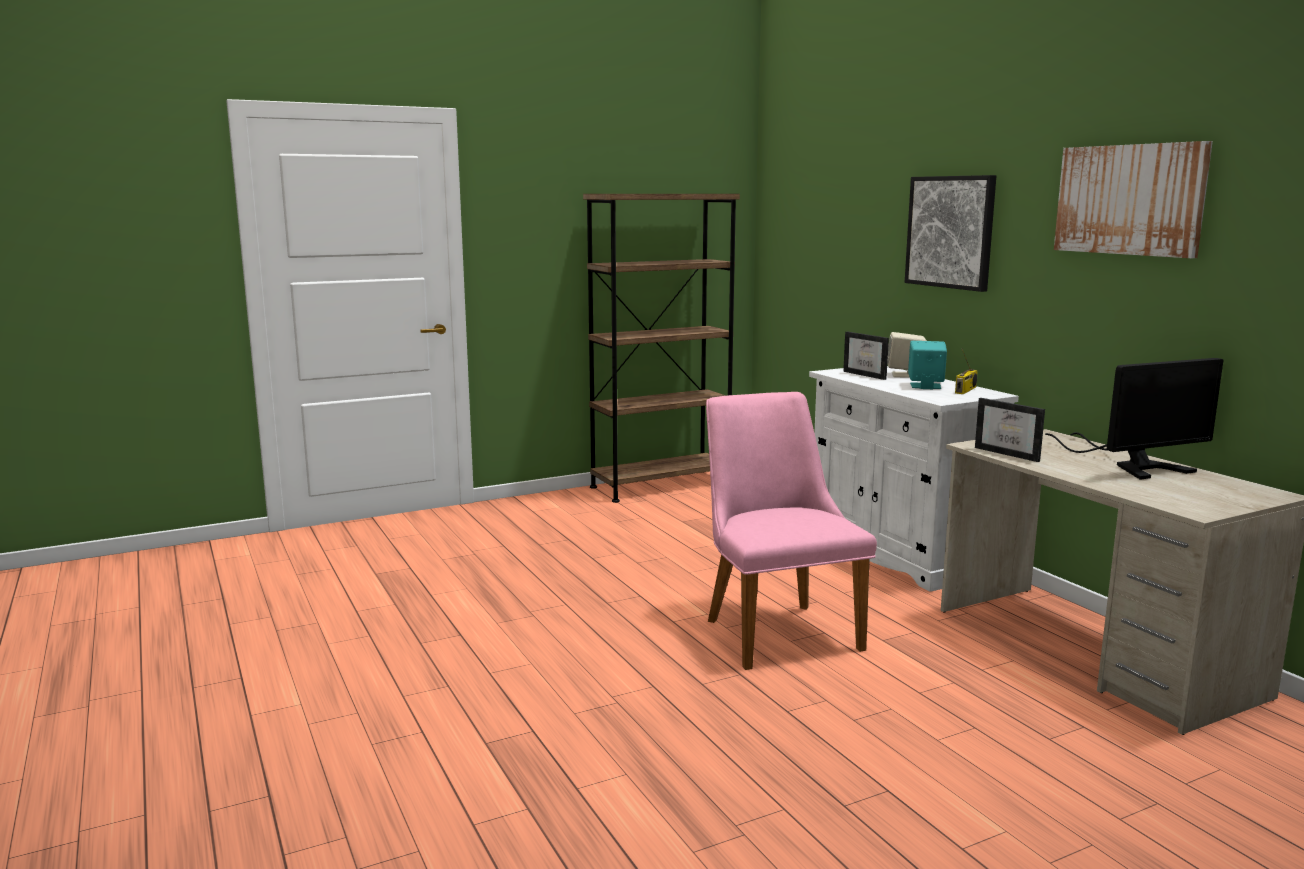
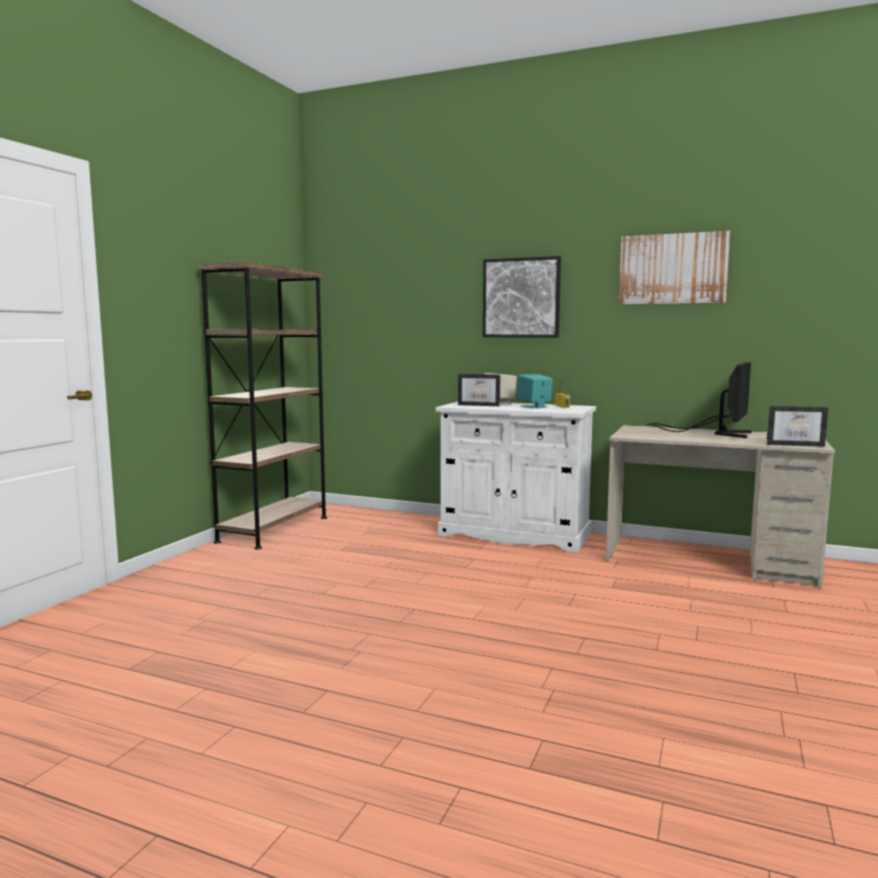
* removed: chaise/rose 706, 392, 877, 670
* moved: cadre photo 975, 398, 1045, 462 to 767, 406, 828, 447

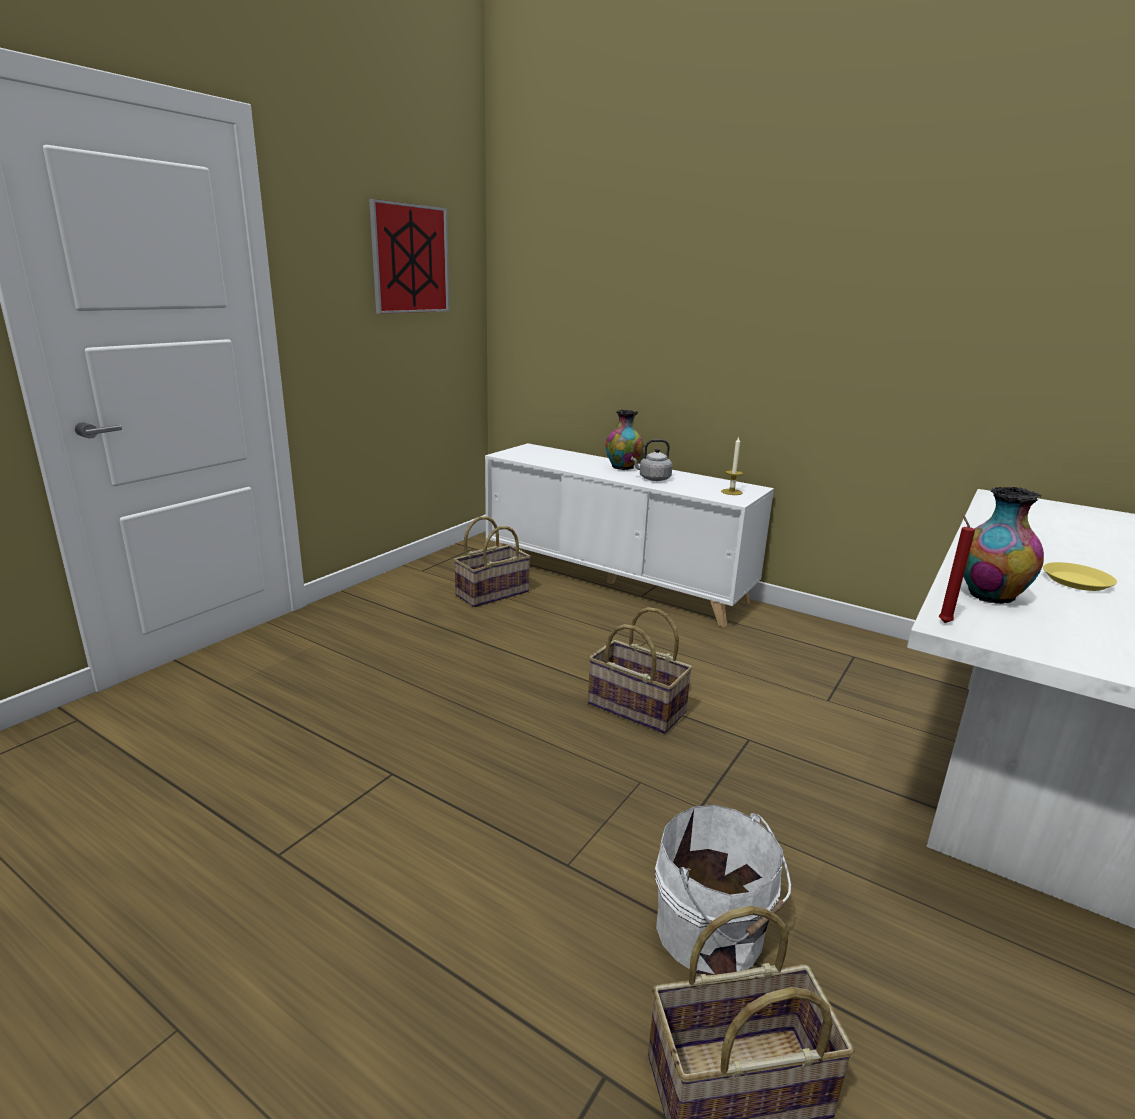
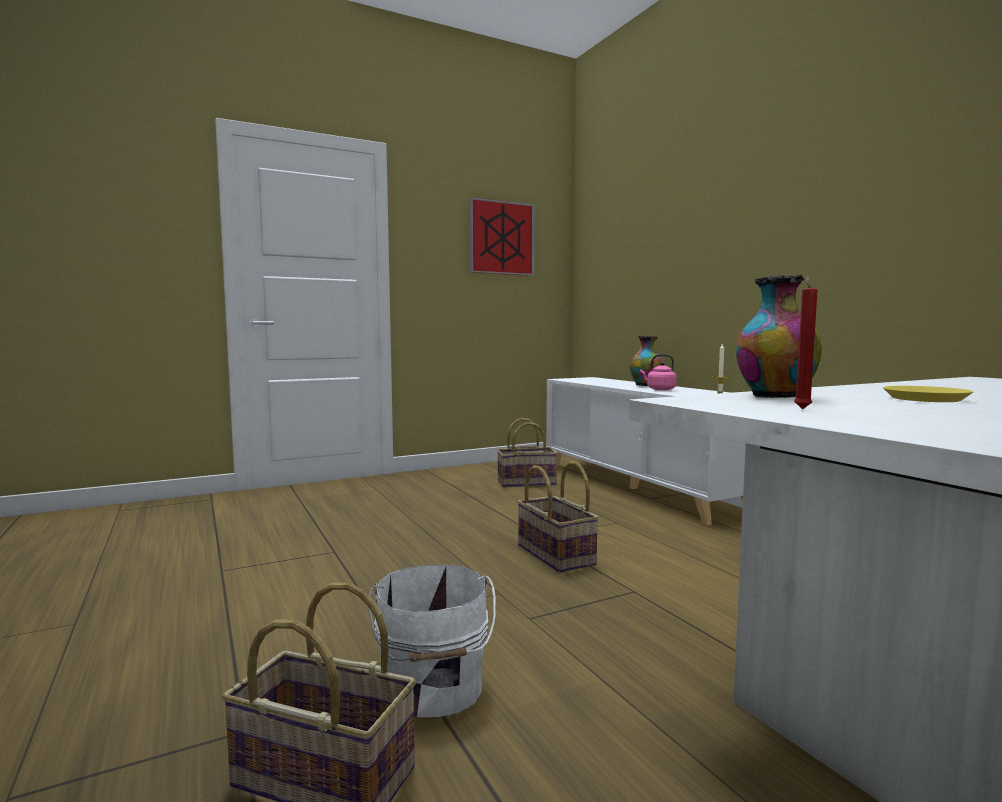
* moved: bougie/rouge 939, 514, 975, 623 to 794, 277, 818, 409
* recoloured: bouilloire/gris 631, 439, 673, 481 to bouilloire/rose 640, 354, 677, 390

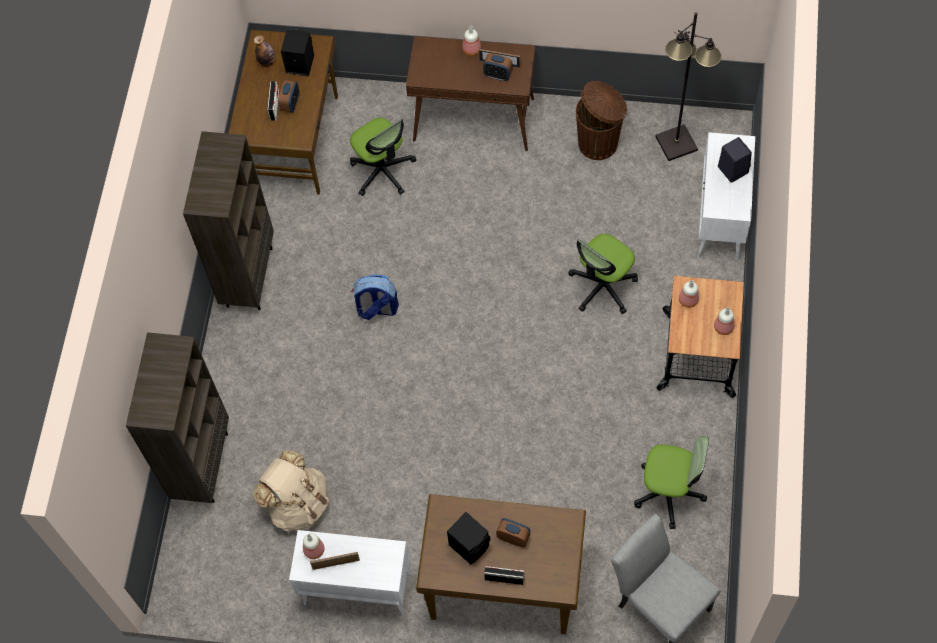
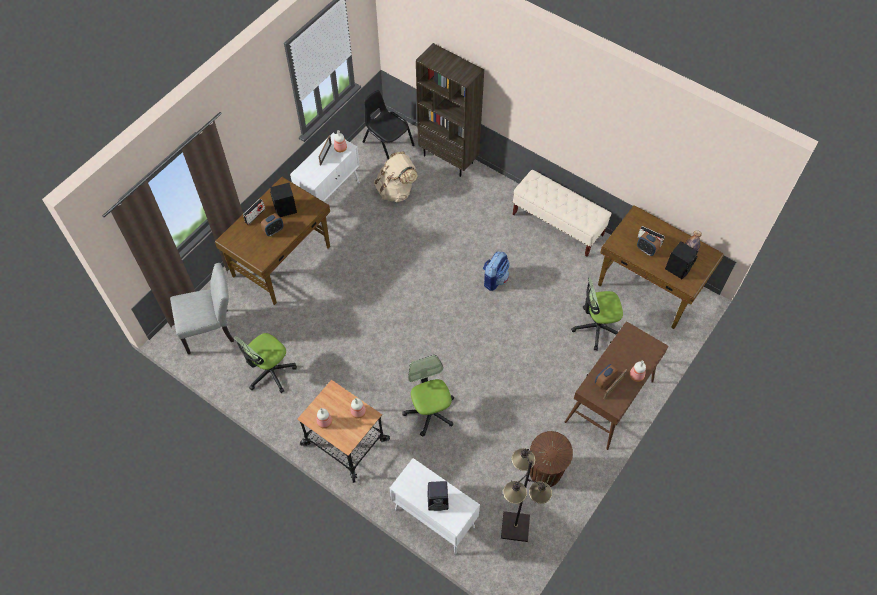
* added: chaise/noir 363, 90, 415, 160
* replaced: bibliothèque/marron 183, 131, 274, 310 to banc/beige 513, 170, 611, 257

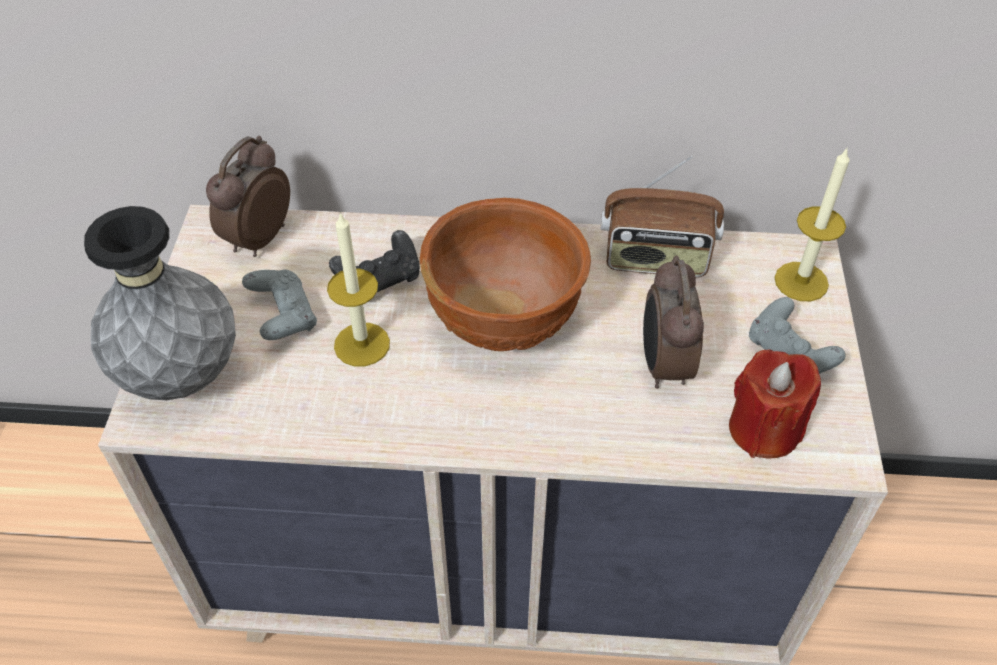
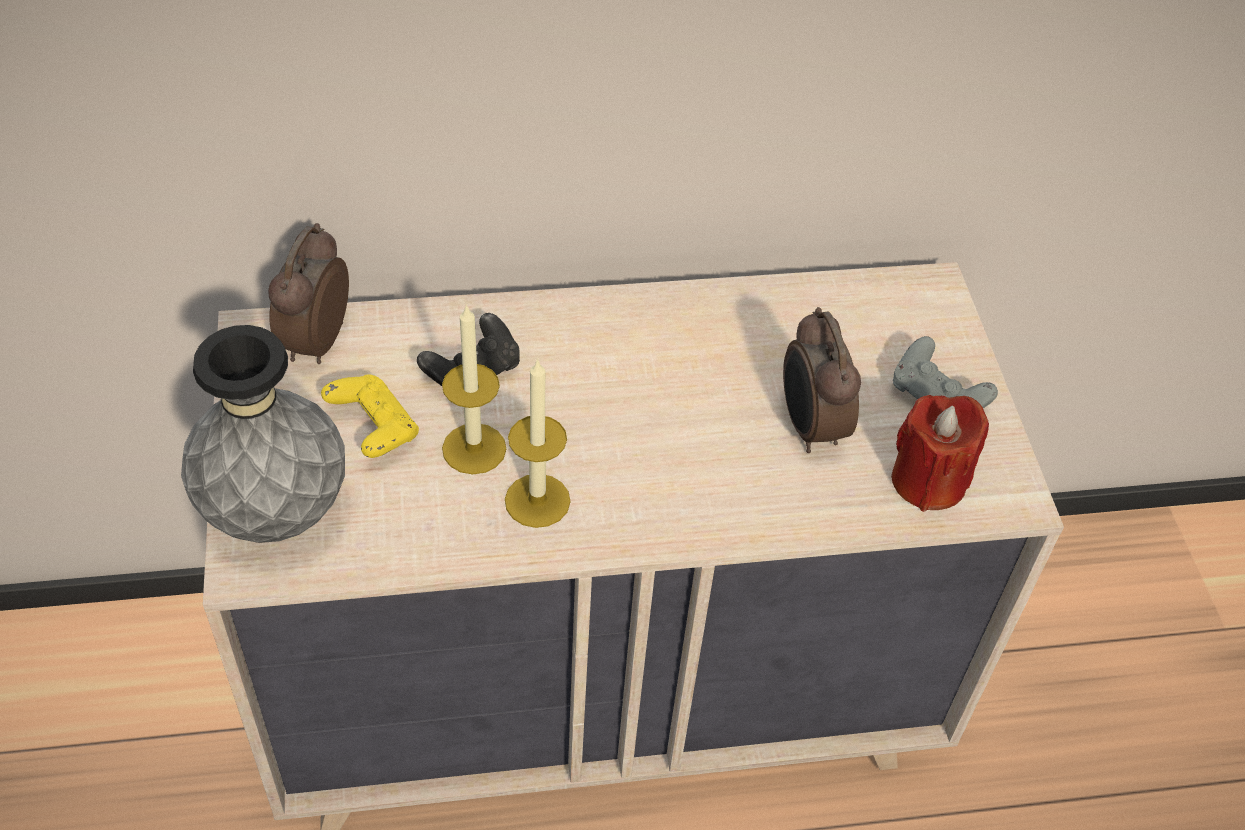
* removed: bol/marron 420, 198, 591, 351
* removed: radio 601, 156, 724, 277
* moved: bougie 775, 147, 850, 301 to 505, 358, 571, 528
* recoloured: manette/gris 242, 269, 317, 340 to manette/jaune 321, 374, 419, 458

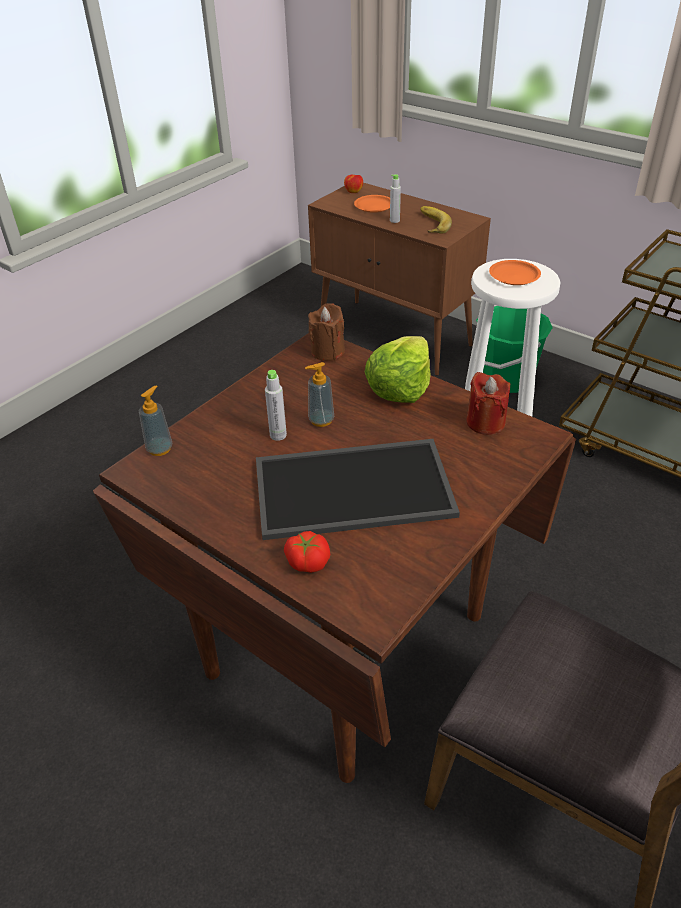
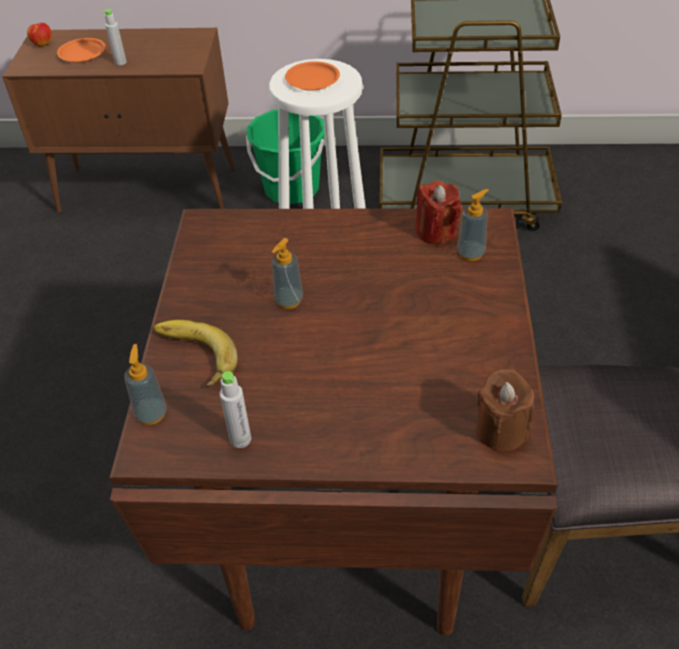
* removed: plateau 256, 439, 460, 540
* removed: tomate 284, 531, 330, 573
* removed: laitue 365, 336, 431, 403
* added: distributeur de savon 457, 189, 489, 261
* moved: bouteille/gris 265, 370, 287, 441 to 220, 371, 251, 448
* moved: bougie/marron 308, 303, 345, 361 to 476, 369, 534, 451
* moved: banane 420, 206, 452, 234 to 154, 320, 238, 388

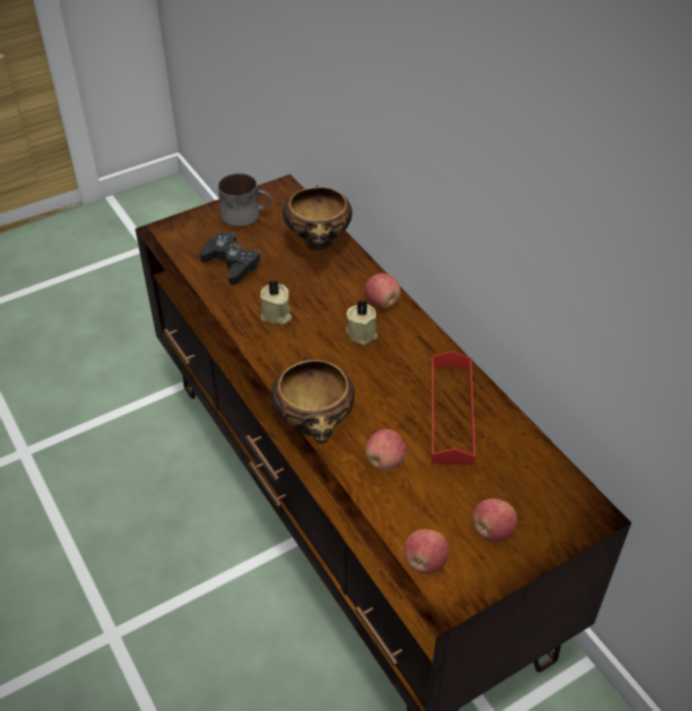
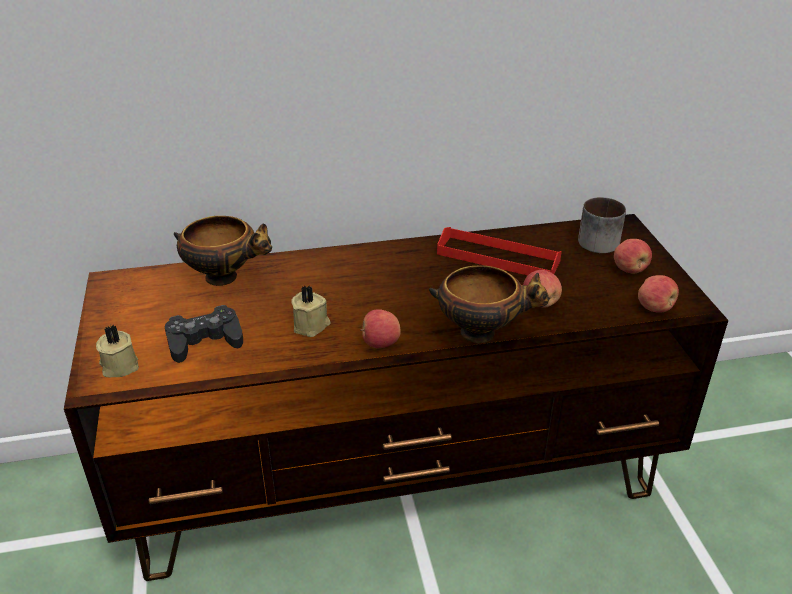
* moved: mug 218, 173, 271, 227 to 578, 197, 626, 253
* moved: bougie/beige 346, 300, 378, 345 to 96, 325, 139, 378
* moved: pomme 365, 273, 400, 308 to 360, 309, 401, 348

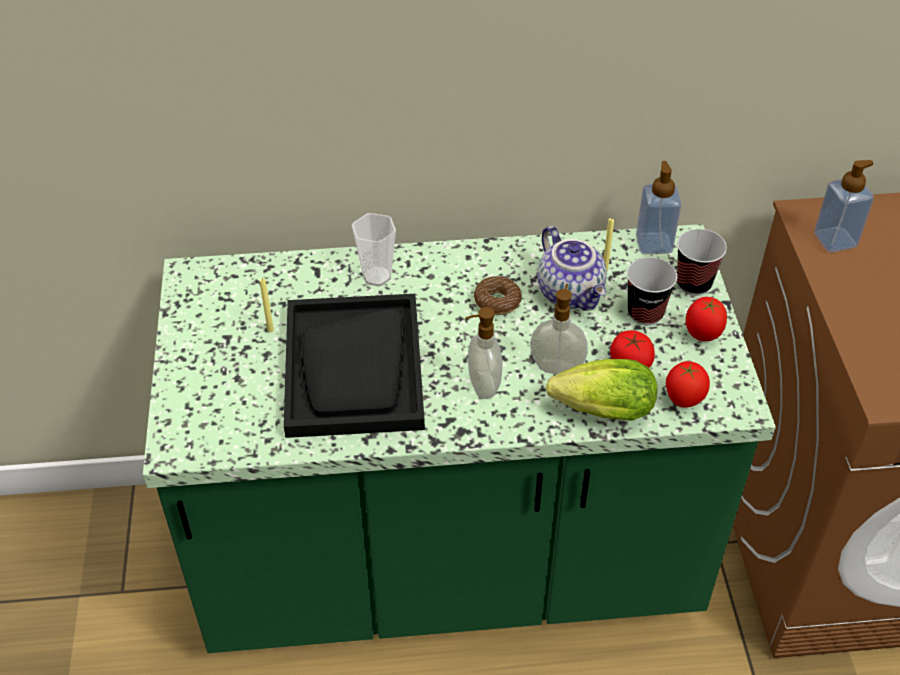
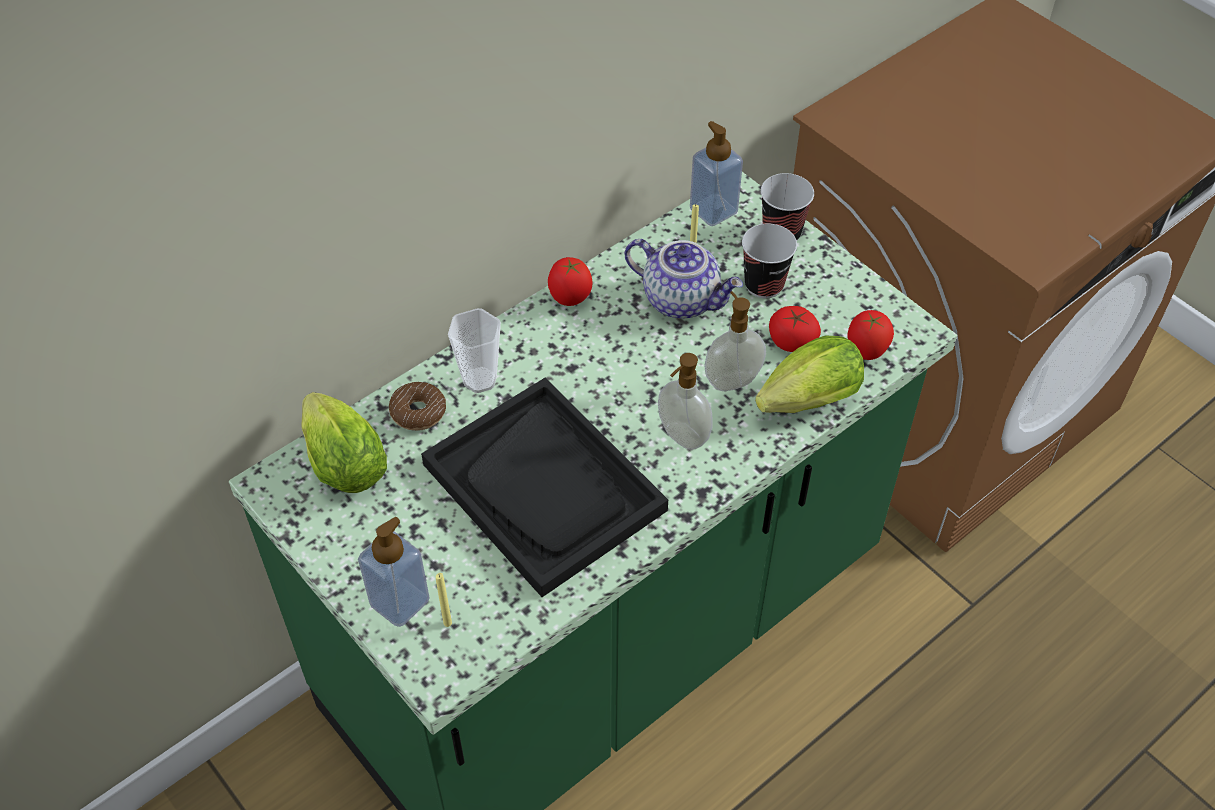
* added: laitue 301, 392, 387, 493
* moved: bougie/jaune 260, 278, 274, 332 to 436, 573, 452, 627
* moved: beignet 474, 276, 522, 315 to 389, 382, 446, 431
* moved: tomate 686, 297, 727, 341 to 548, 257, 593, 306
* moved: distributeur de savon 814, 160, 874, 252 to 358, 517, 429, 627

